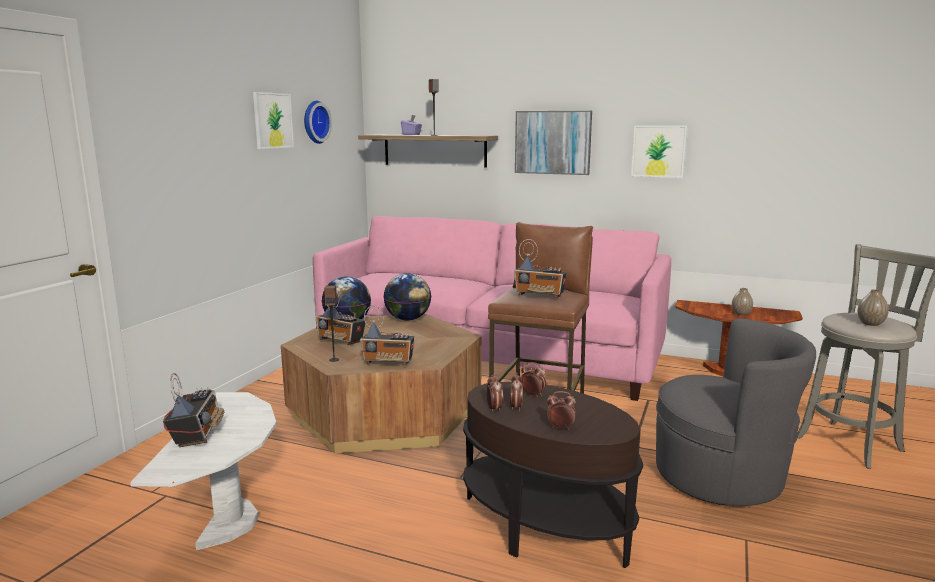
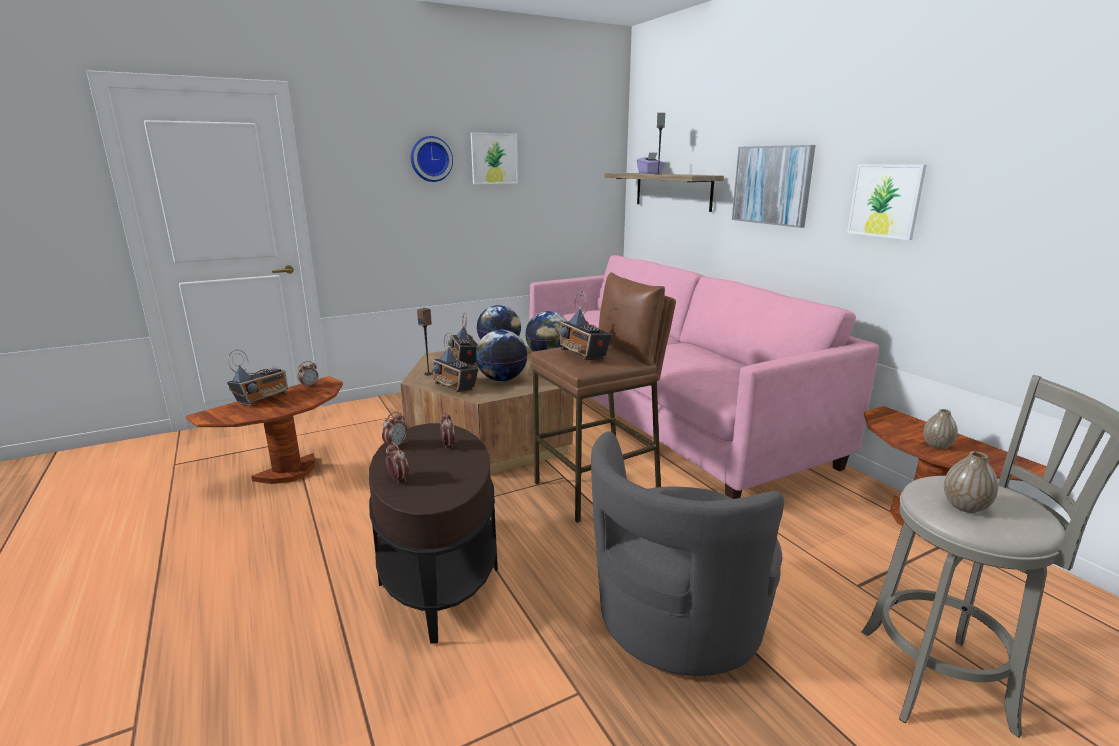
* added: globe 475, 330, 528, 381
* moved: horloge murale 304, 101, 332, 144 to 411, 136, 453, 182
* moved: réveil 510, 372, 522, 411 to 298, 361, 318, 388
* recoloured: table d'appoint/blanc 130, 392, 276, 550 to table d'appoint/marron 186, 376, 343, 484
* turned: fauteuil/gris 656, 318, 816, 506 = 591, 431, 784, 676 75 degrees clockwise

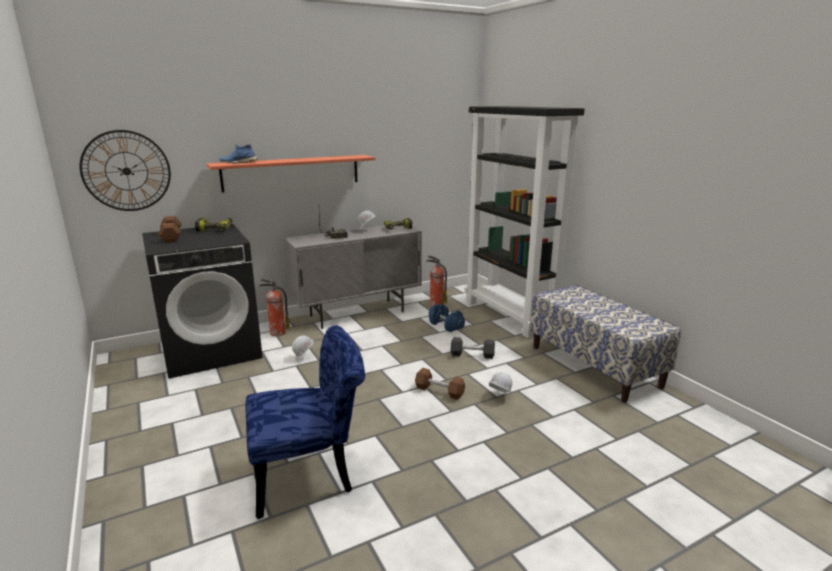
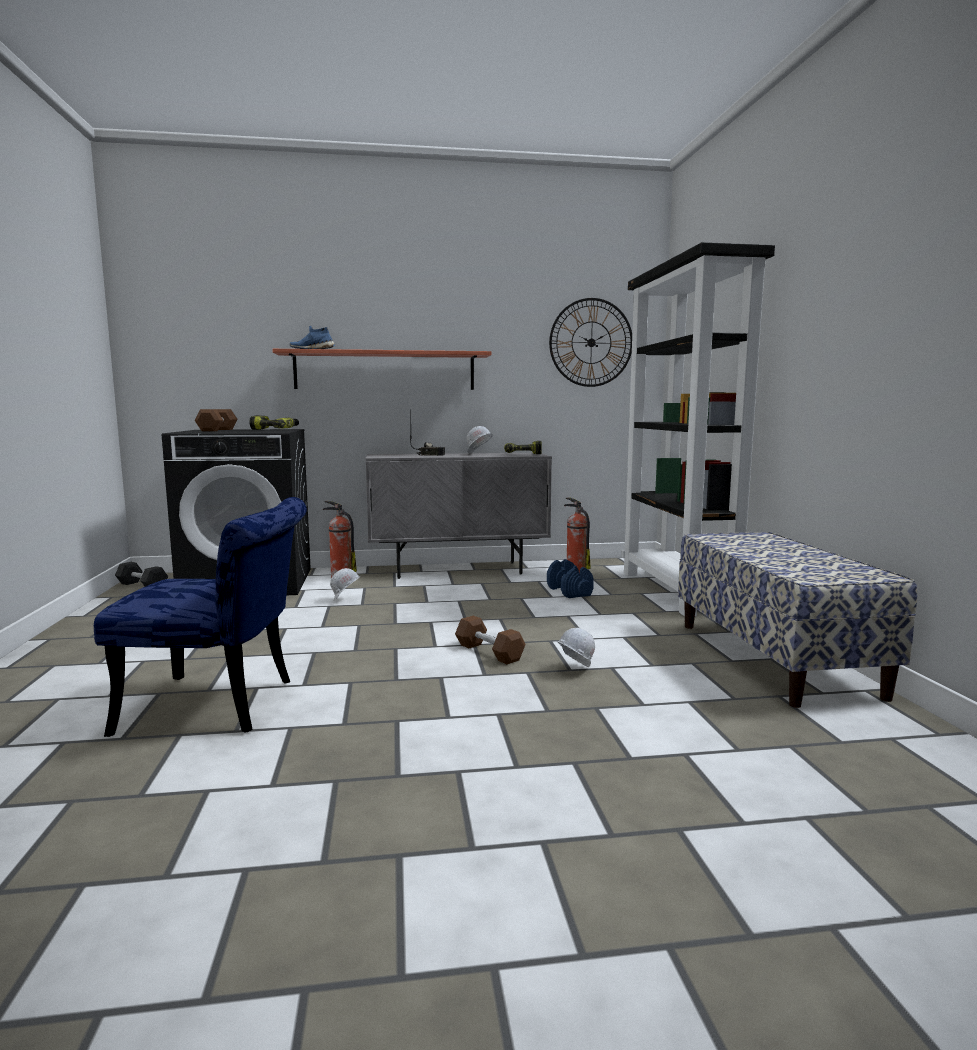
* moved: horloge murale 79, 130, 171, 211 to 549, 298, 632, 387
* moved: haltère/noir 451, 337, 495, 359 to 115, 562, 168, 587

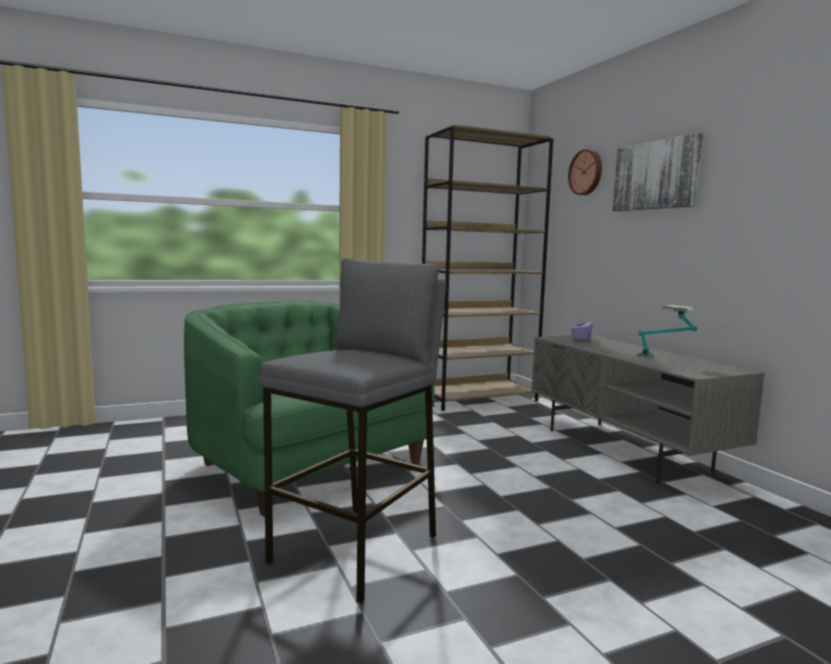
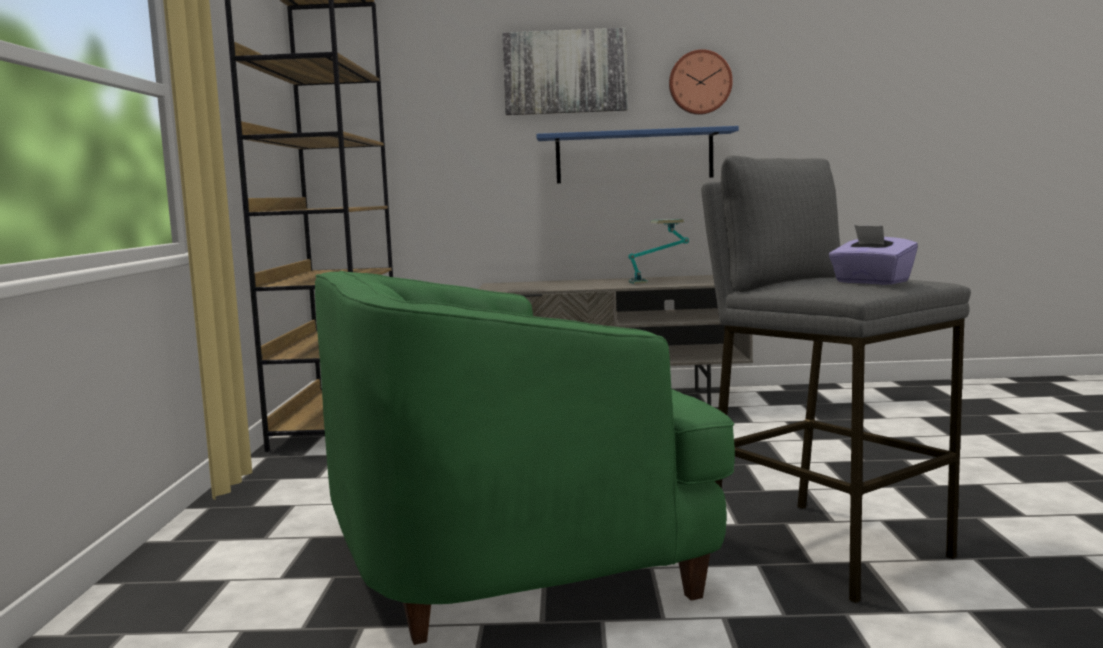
* added: étagère/bleu 536, 126, 739, 183
* moved: horloge murale 568, 149, 602, 195 to 669, 49, 733, 115
* moved: boîte à mouchoirs/violet 571, 316, 593, 341 to 829, 225, 918, 285

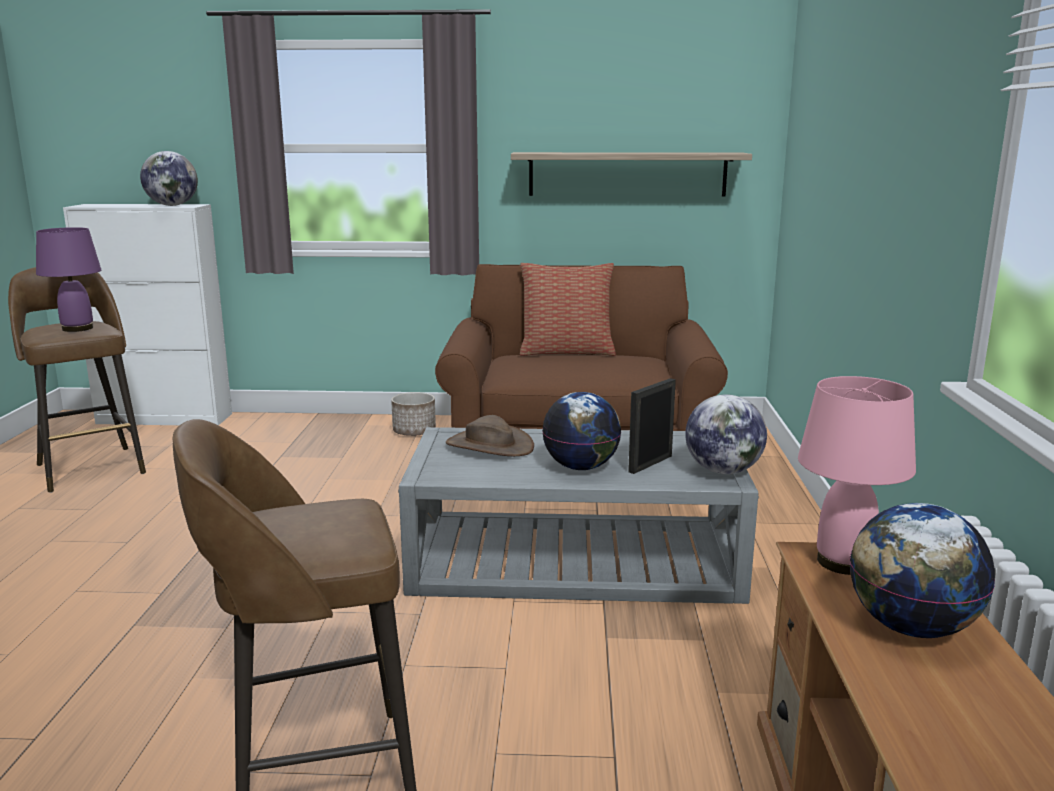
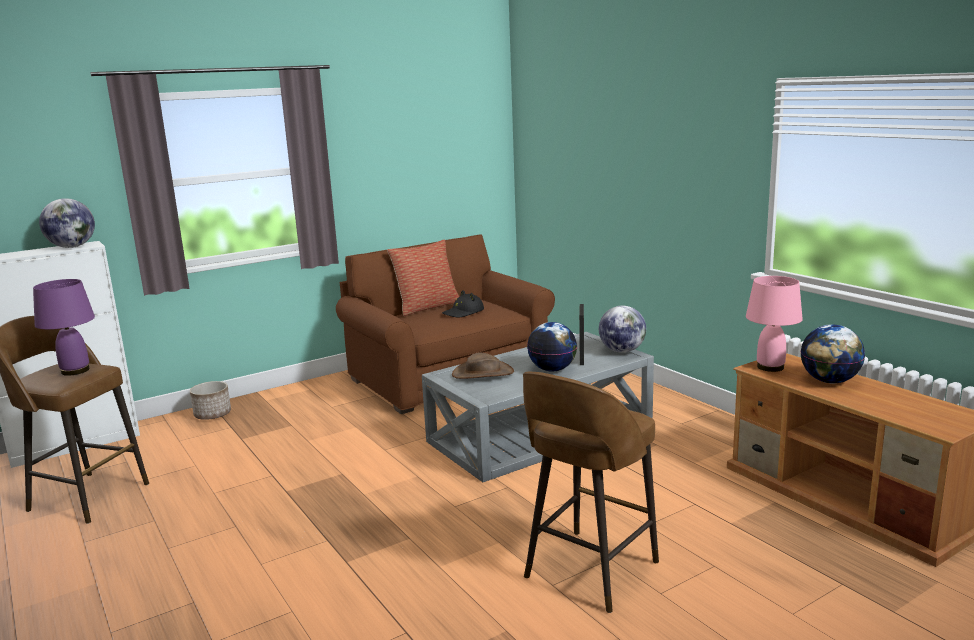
* removed: étagère 511, 152, 752, 196
* added: chapeau/noir 442, 290, 484, 318
* moved: cache-pot 391, 392, 436, 436 to 190, 381, 231, 420

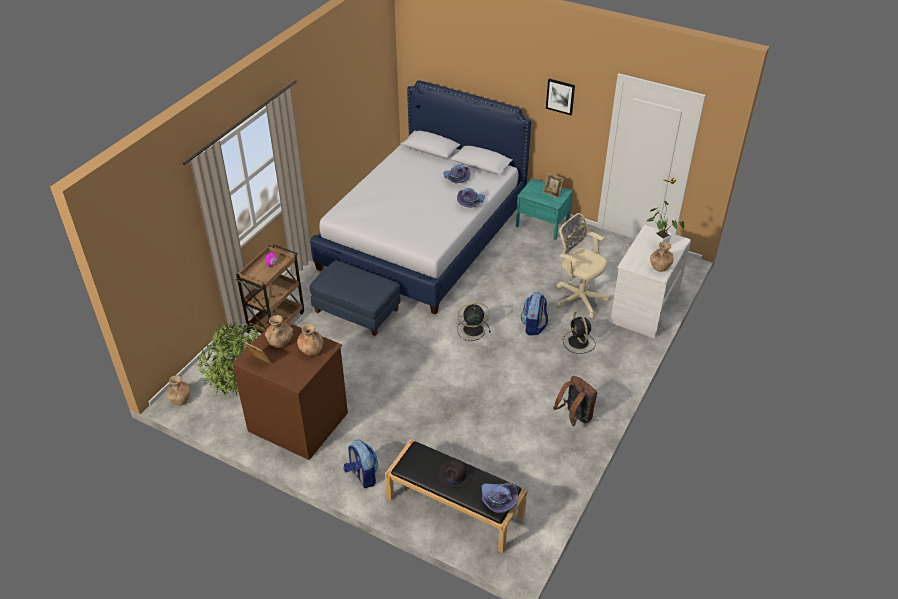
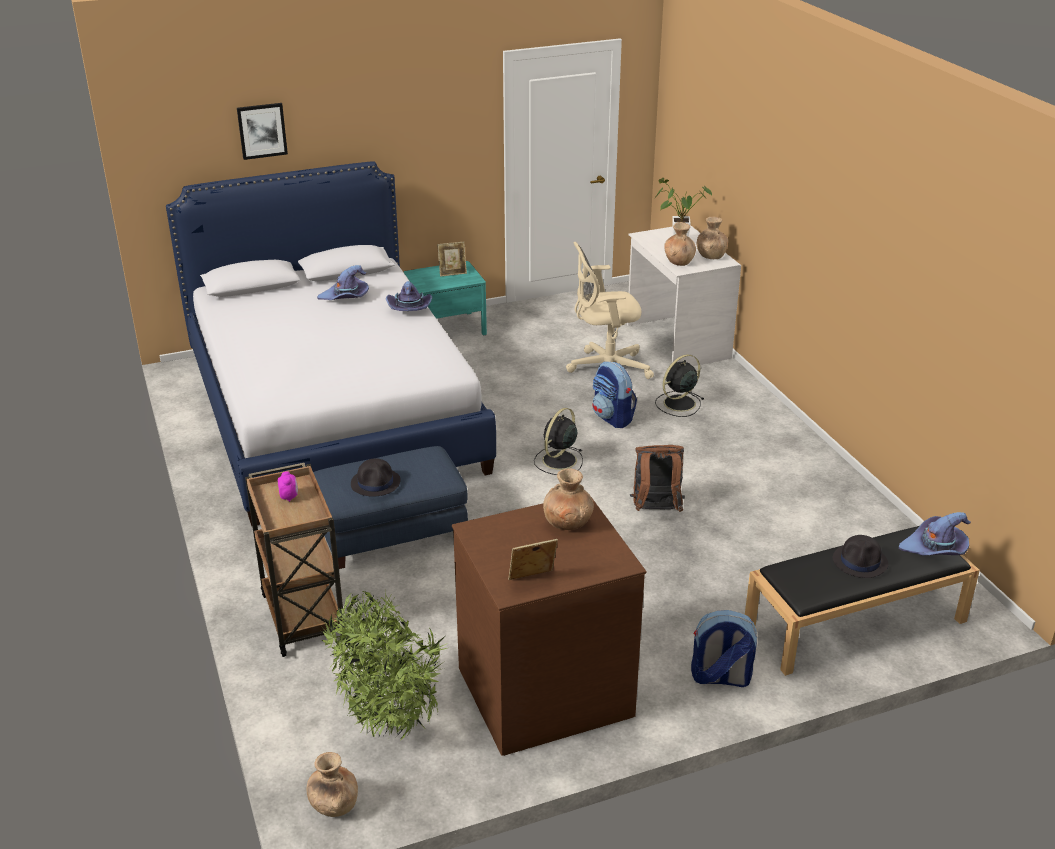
* added: chapeau/noir 351, 458, 401, 496
* moved: vase/marron 265, 315, 293, 348 to 664, 222, 696, 266
* moved: tableau 546, 79, 575, 115 to 237, 103, 288, 160
* moved: sac à dos/marron 553, 376, 597, 426 to 630, 445, 685, 512
* turned: ventilateur/noir 563, 311, 596, 354 = 655, 354, 704, 417 120 degrees clockwise

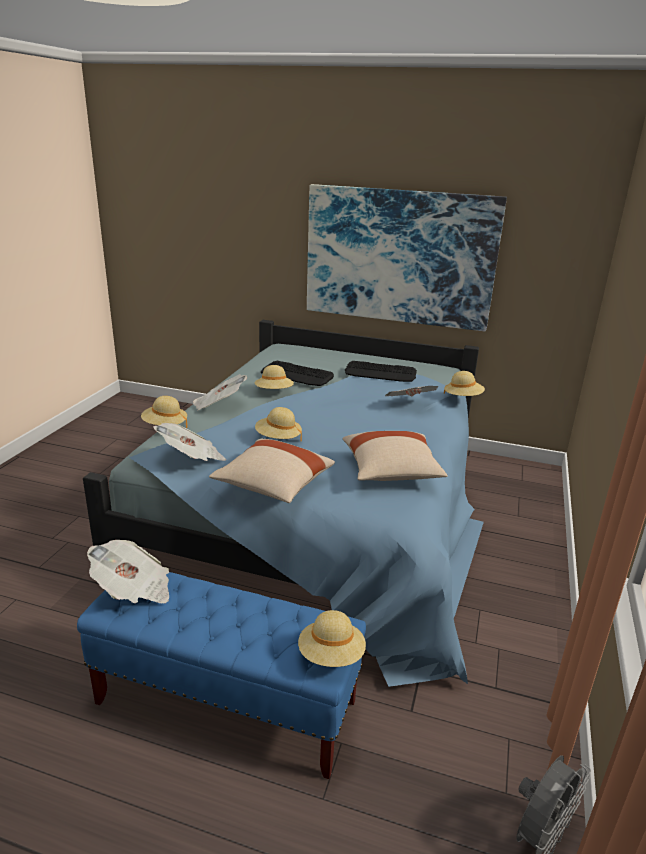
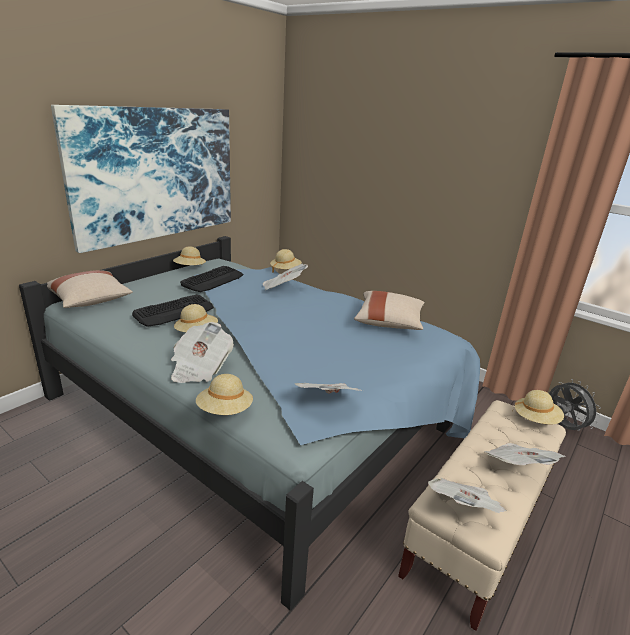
* added: journal 484, 443, 566, 465
* moved: coussin/beige 209, 439, 335, 503 to 47, 270, 133, 308
* moved: chapeau/beige 255, 407, 302, 441 to 173, 247, 206, 265
* recoloured: banc/bleu 77, 572, 366, 779 to banc/beige 398, 400, 566, 631

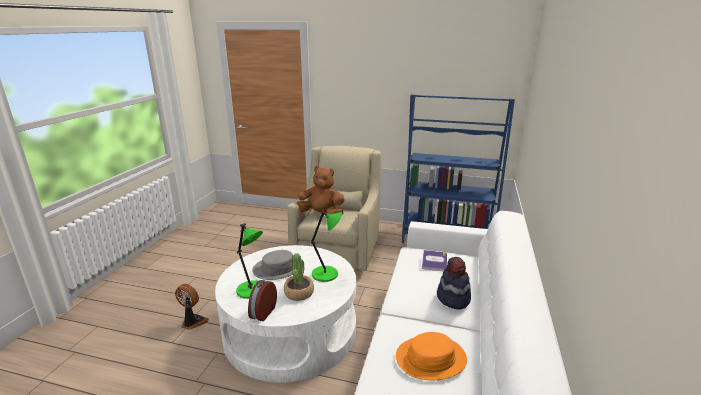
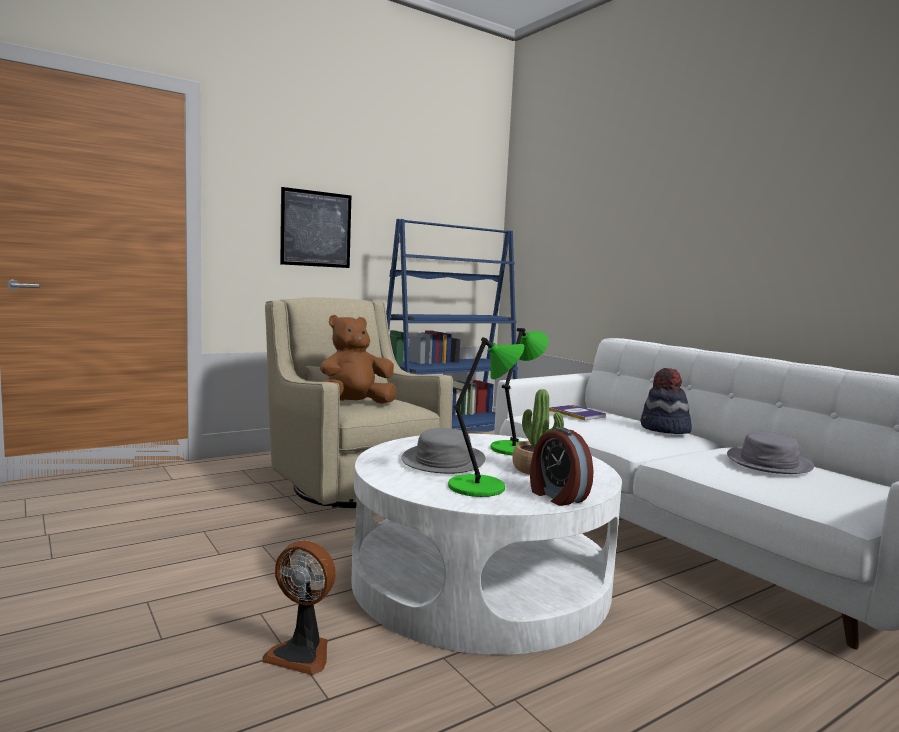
* added: tableau 280, 187, 351, 268
* recoloured: chapeau/orange 396, 332, 467, 380 to chapeau/gris 727, 431, 814, 474
* turned: ventilateur 175, 284, 209, 330 = 262, 540, 336, 675 135 degrees counterclockwise

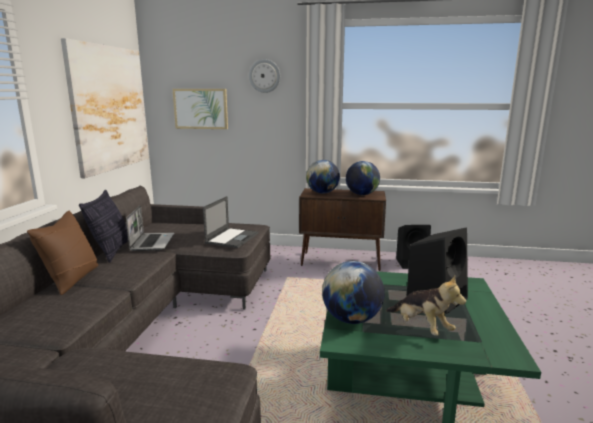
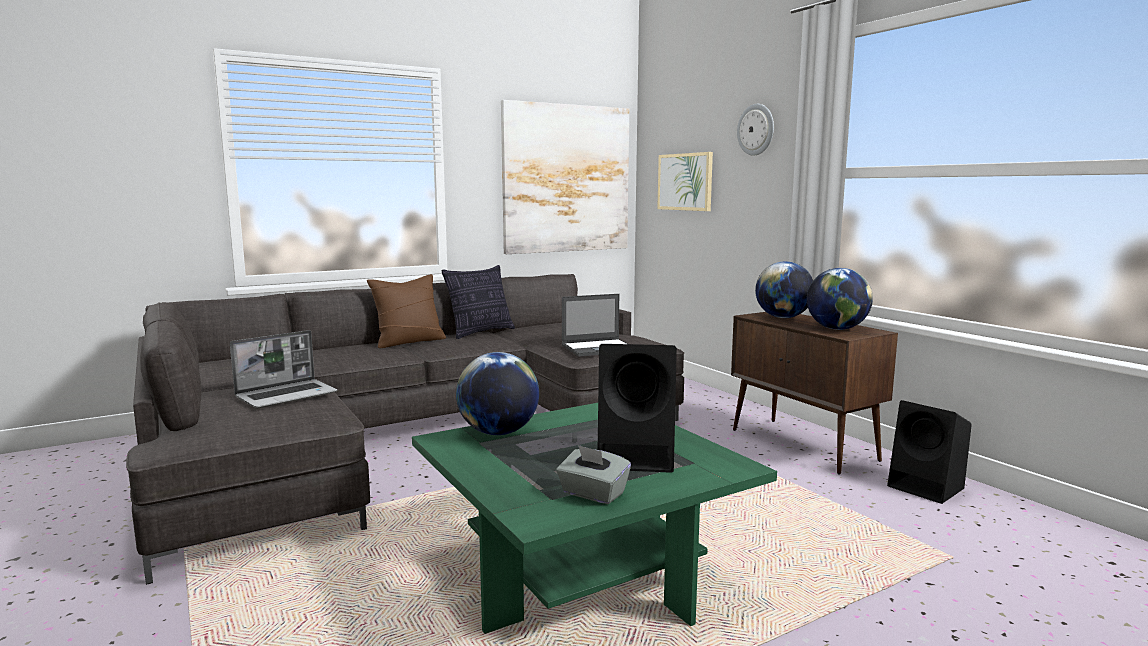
* removed: peluche 386, 275, 466, 336
* added: boîte à mouchoirs/gris 556, 445, 631, 504
* moved: ordinateur portable 126, 205, 174, 251 to 230, 330, 337, 409

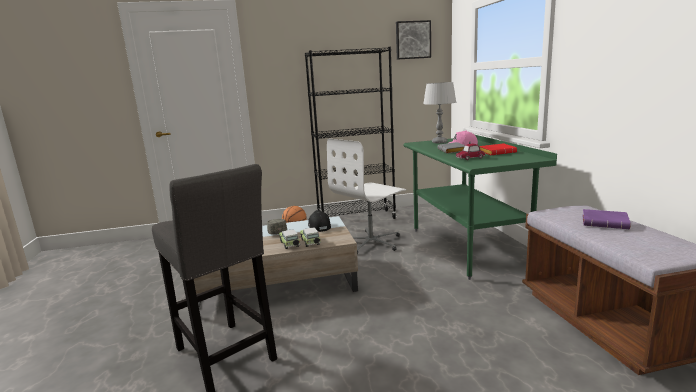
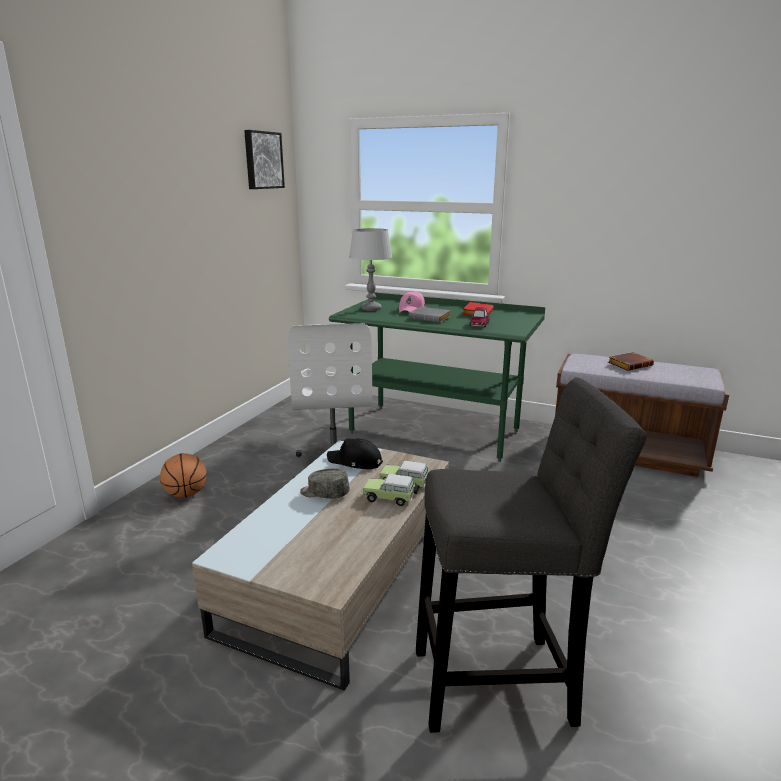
* removed: bibliothèque/noir 305, 47, 396, 219
* recoloured: livre/violet 582, 209, 631, 229 to livre/marron 608, 352, 654, 371

